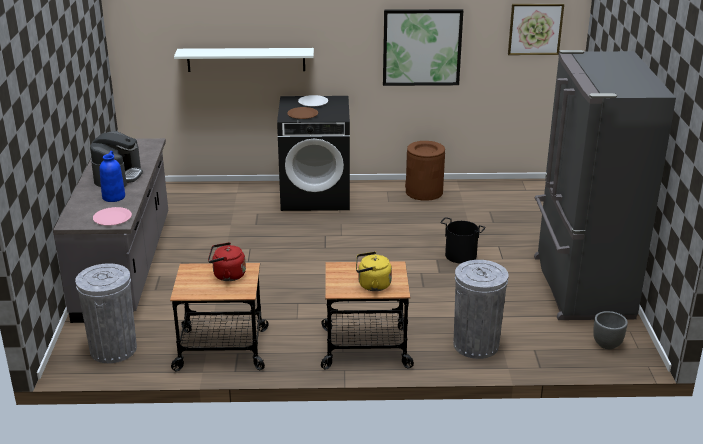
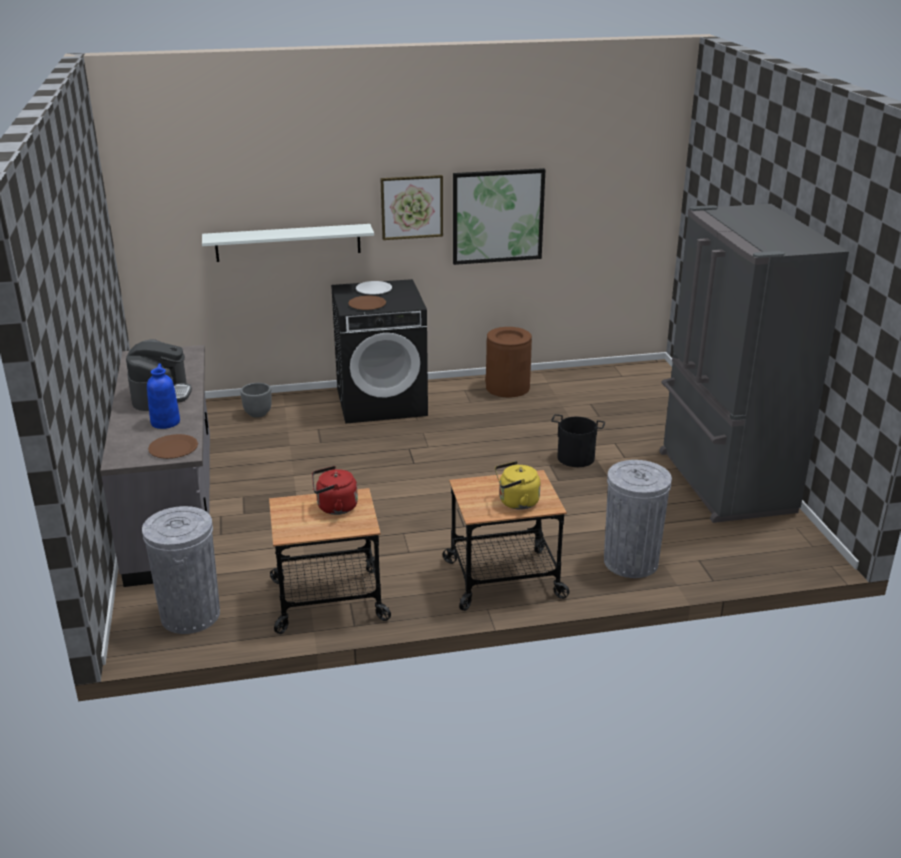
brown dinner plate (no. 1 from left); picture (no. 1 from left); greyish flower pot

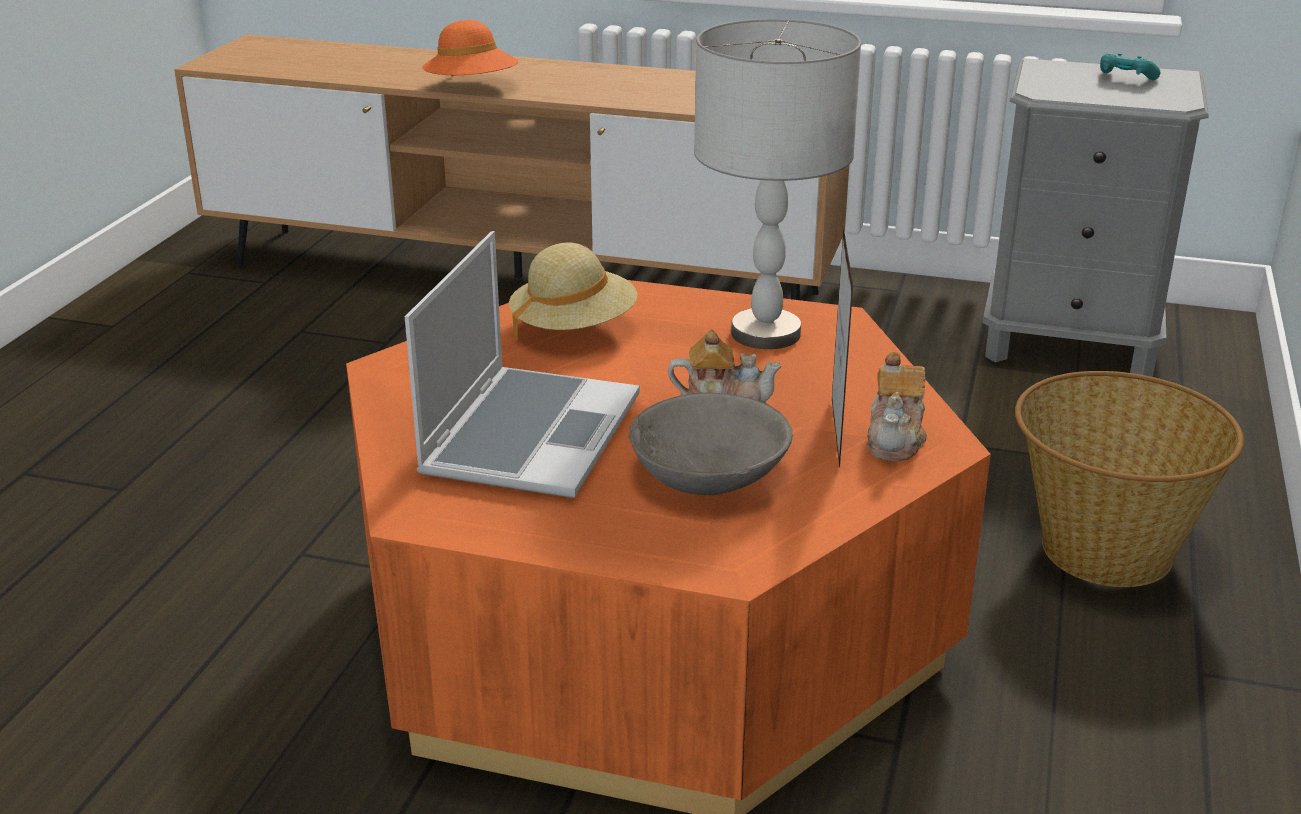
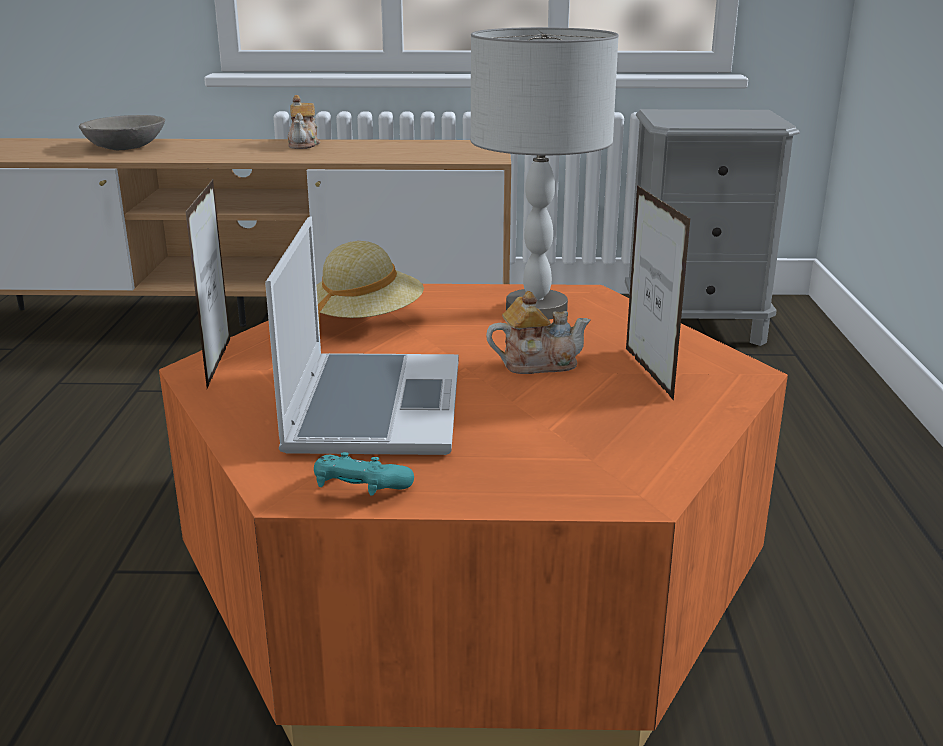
orange clothing hat; greyish deep dish; teapot (no. 1 from left); household basket; turquoise gamepad; picture frame (no. 1 from left)

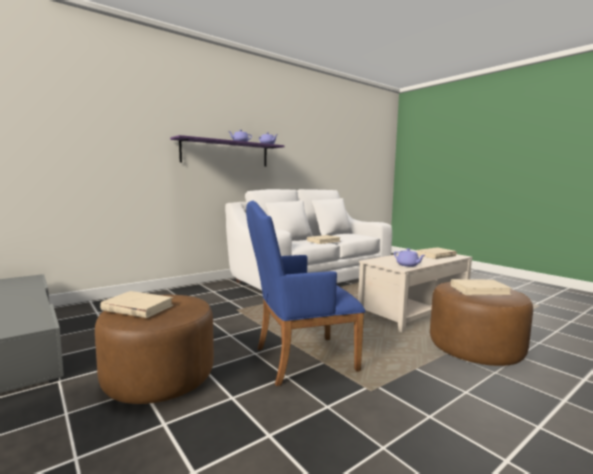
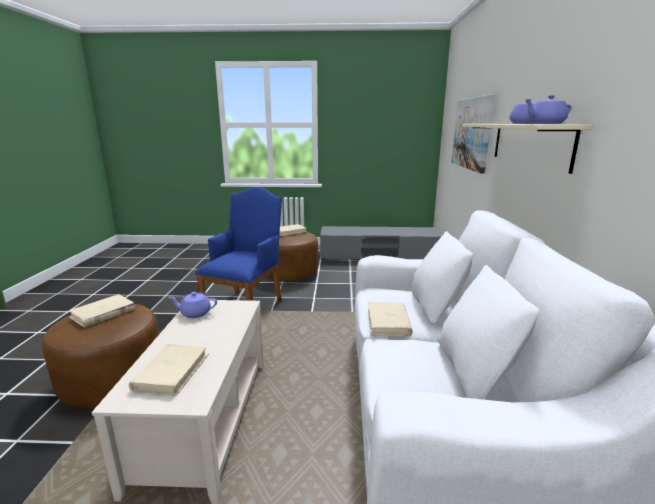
beige-coloured bracket shelf; picture

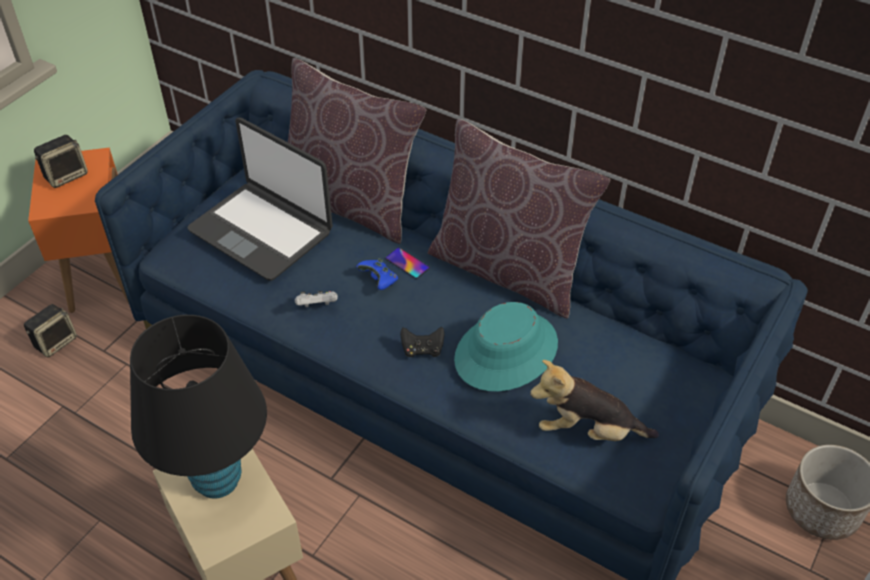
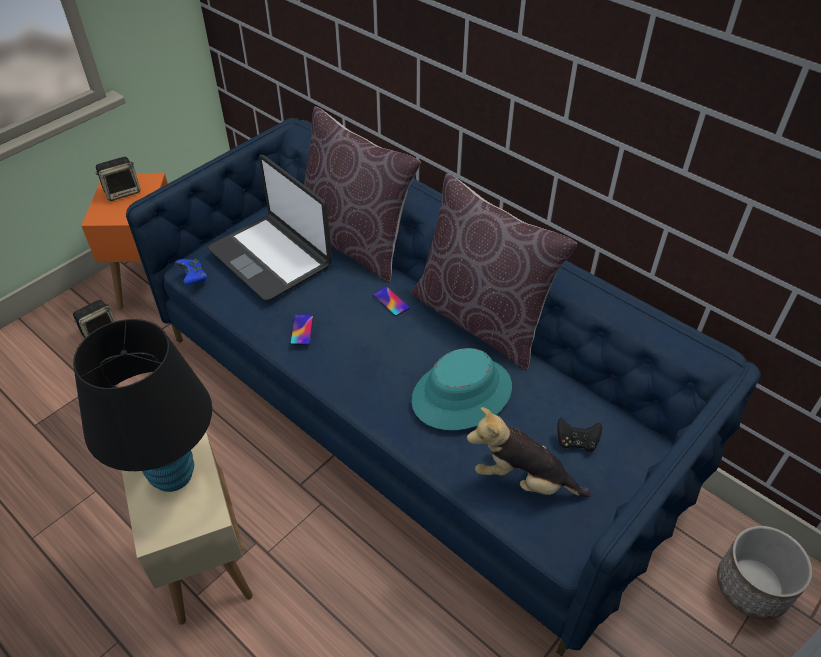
handset (no. 1 from left); blue gamepad; blackish gamepad

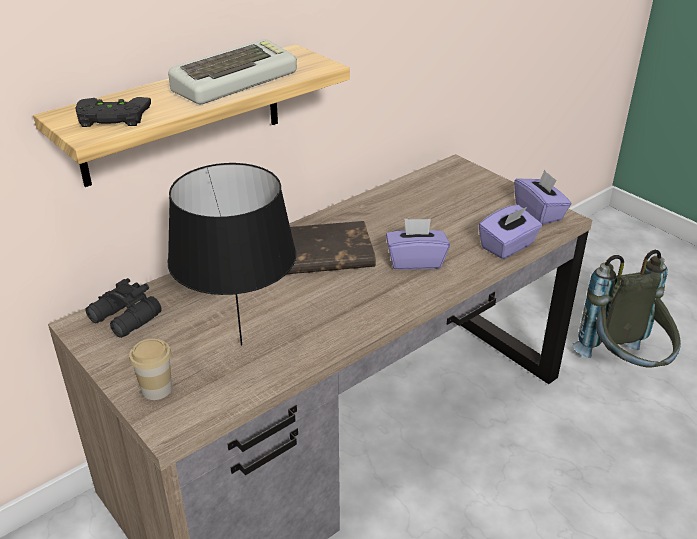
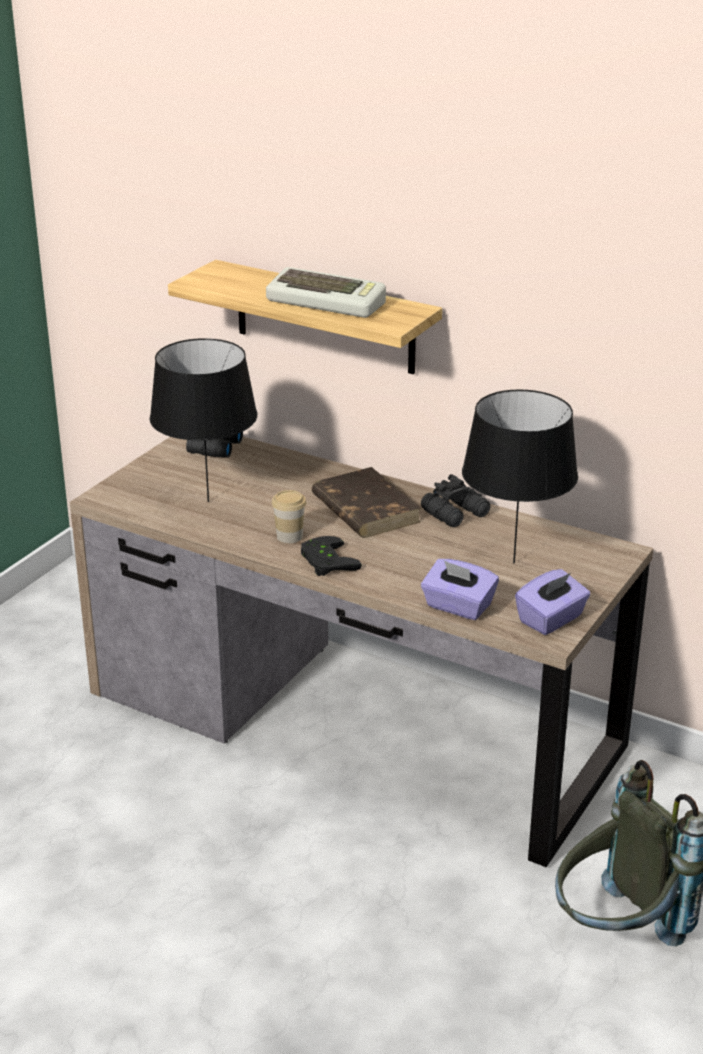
blackish gamepad; cup; purple box of tissues (no. 1 from left in the first image); blackish binoculars (no. 2 from left); blackish lamp for a table (no. 2 from left)

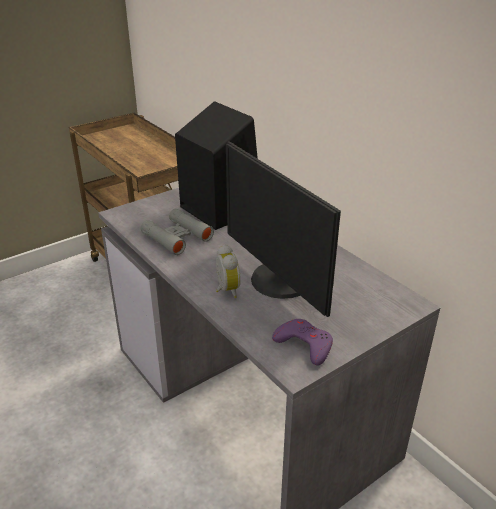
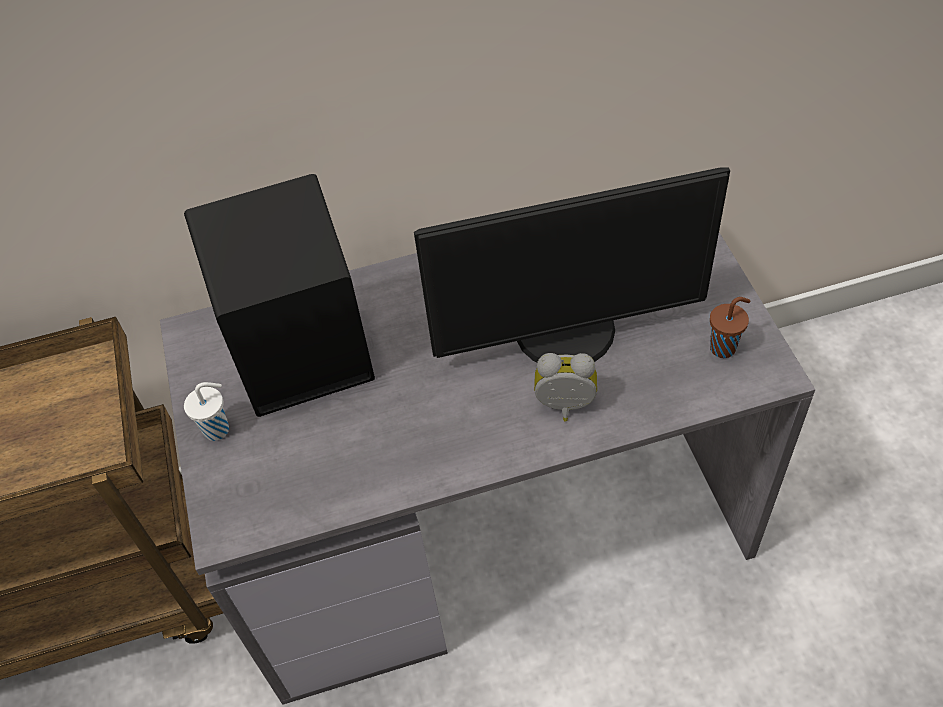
greyish binoculars; brown cup; white-coloured cup

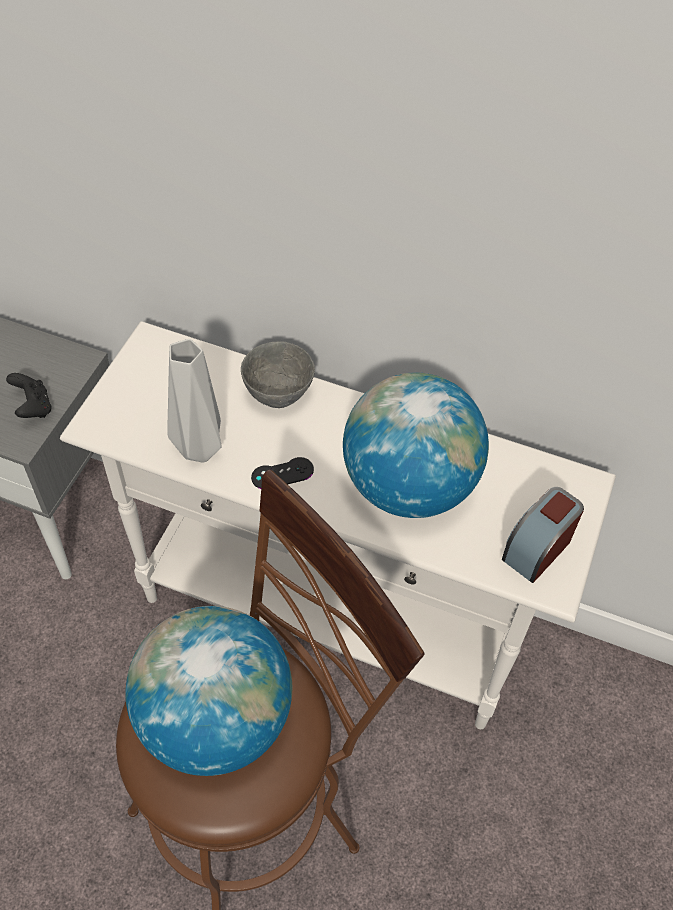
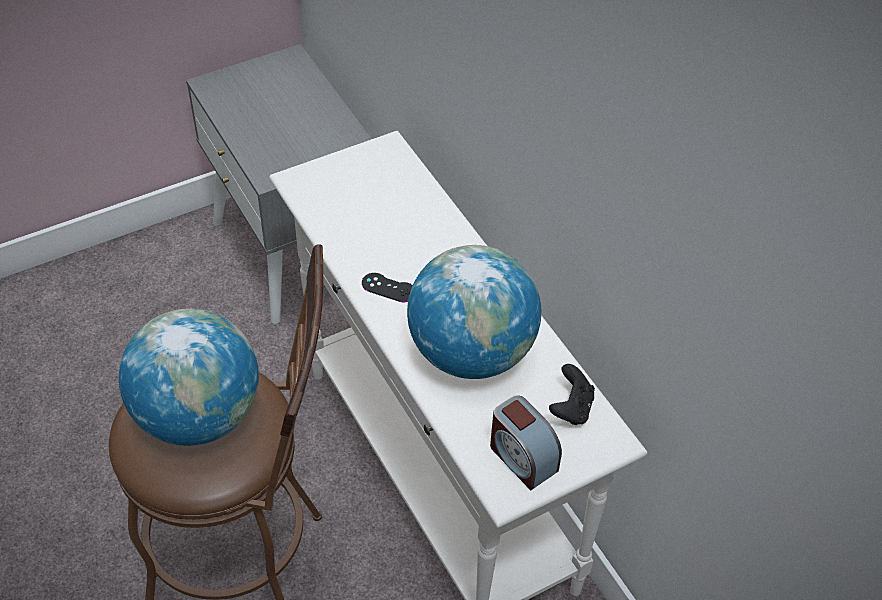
blackish gamepad (no. 2 from left); greyish flower vase; greyish deep dish; bedside clock

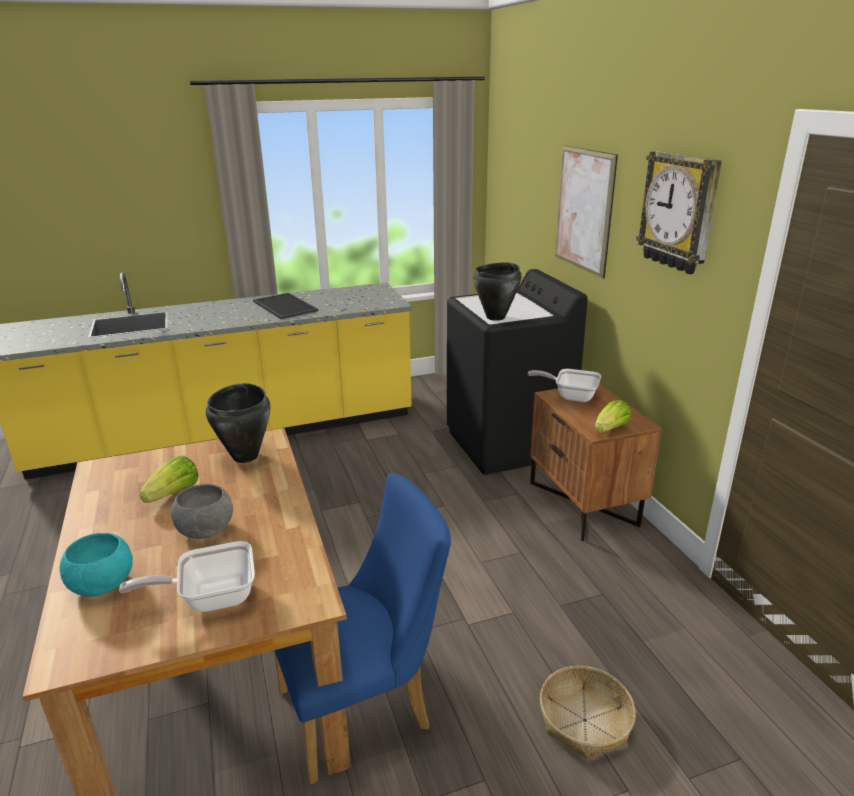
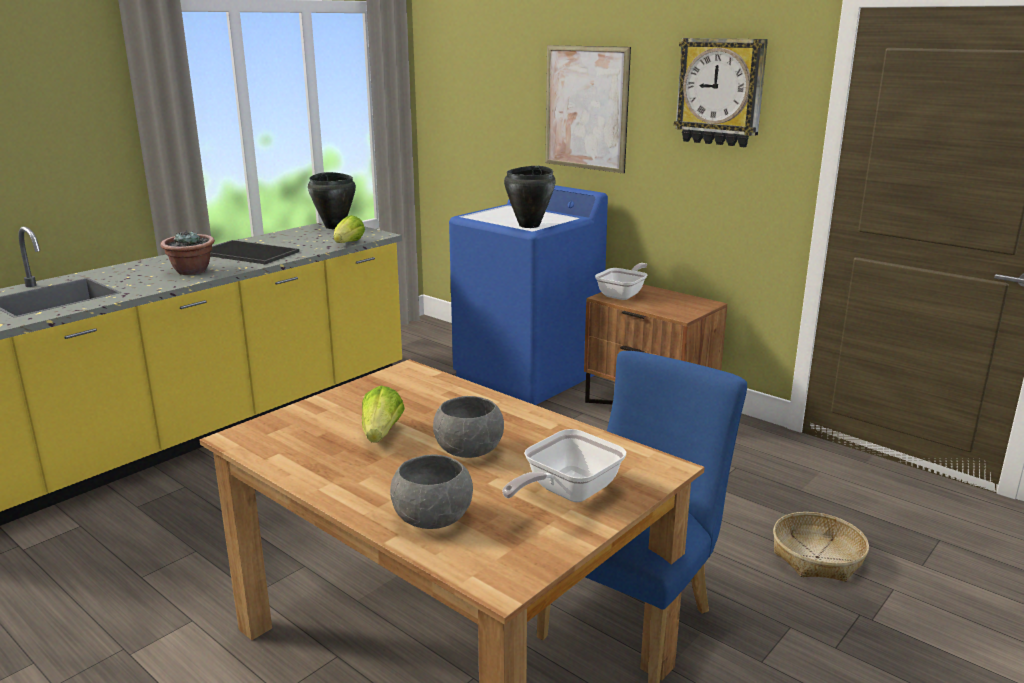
greyish deep dish (no. 1 from left); blackish cooking pot (no. 1 from left); blue washing machine; pan (no. 2 from left); lettuce head (no. 1 from left); plant in a pot

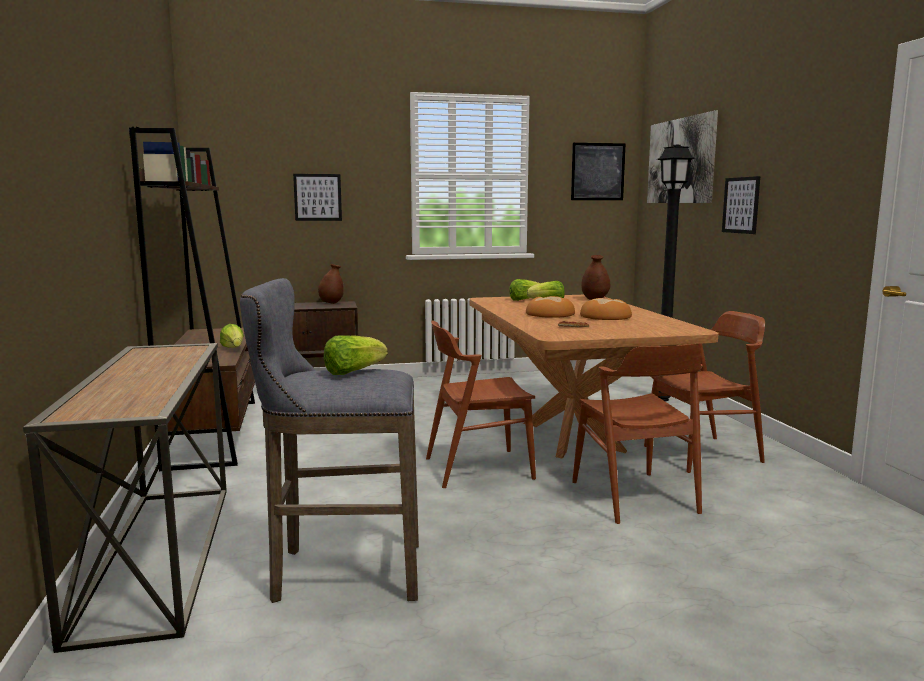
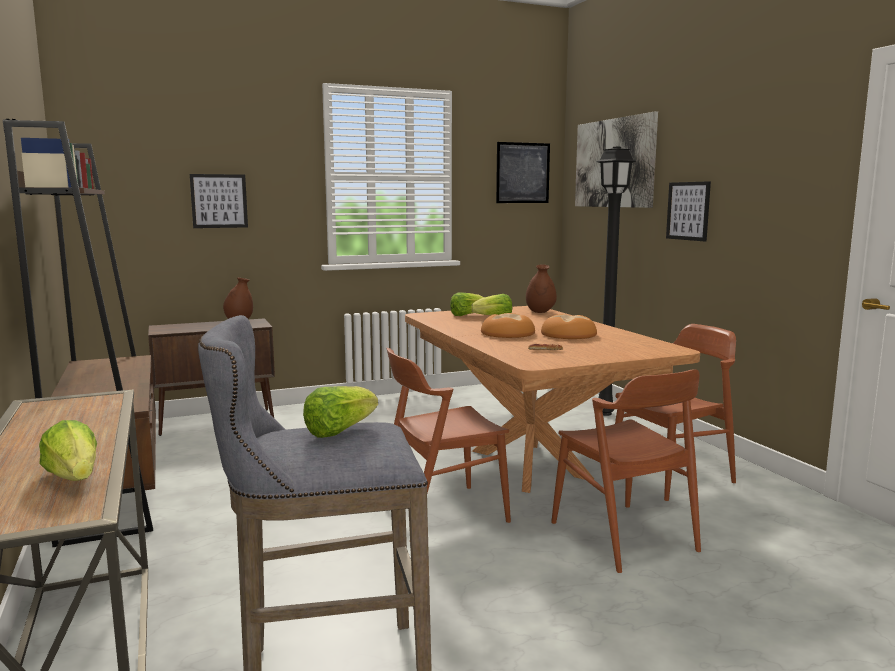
lettuce head (no. 1 from left)

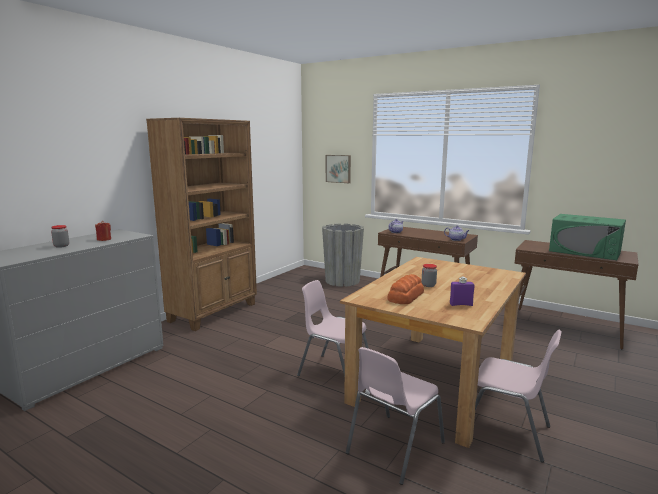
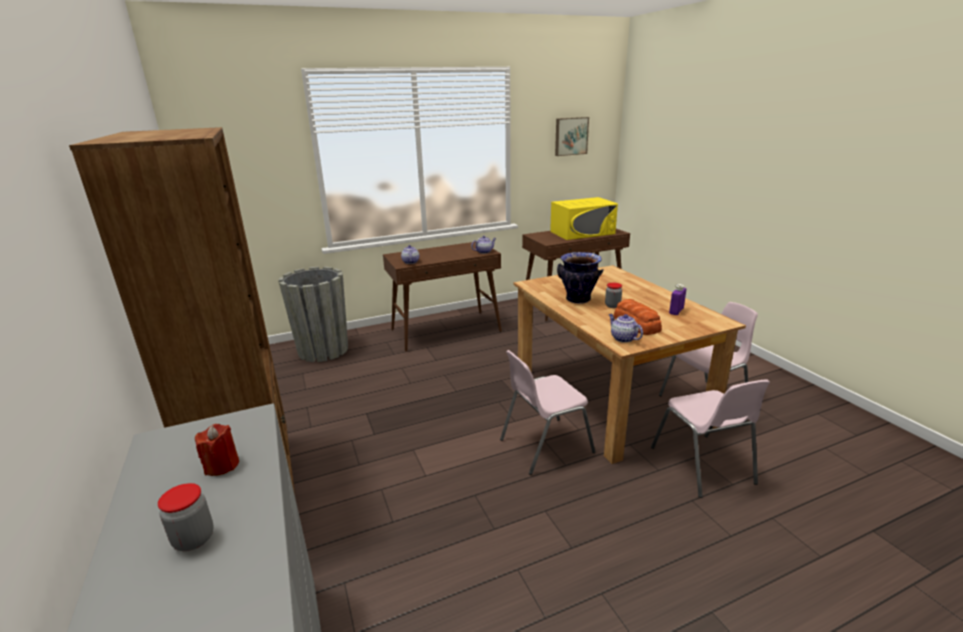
picture; yellow-coloured microwave oven; flower vase; teapot (no. 3 from left)

